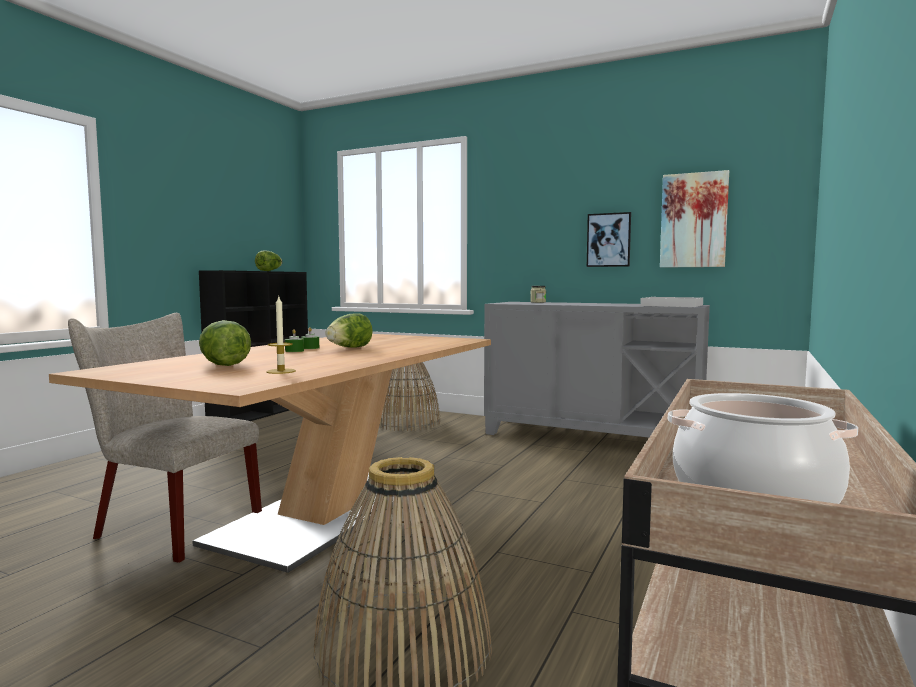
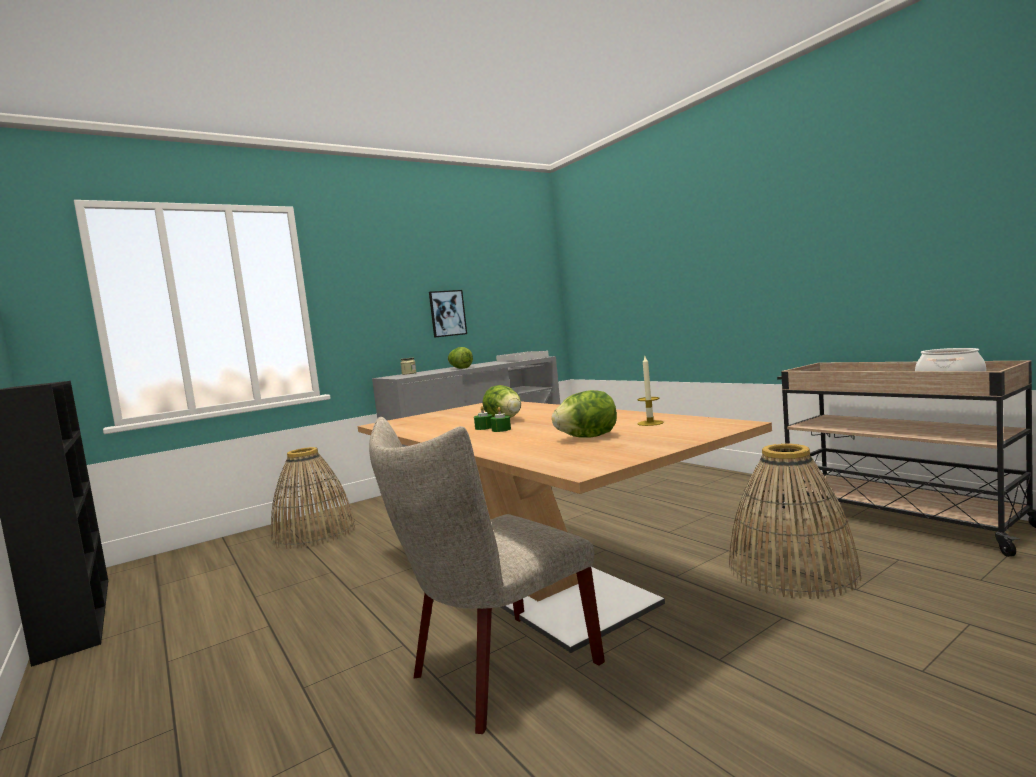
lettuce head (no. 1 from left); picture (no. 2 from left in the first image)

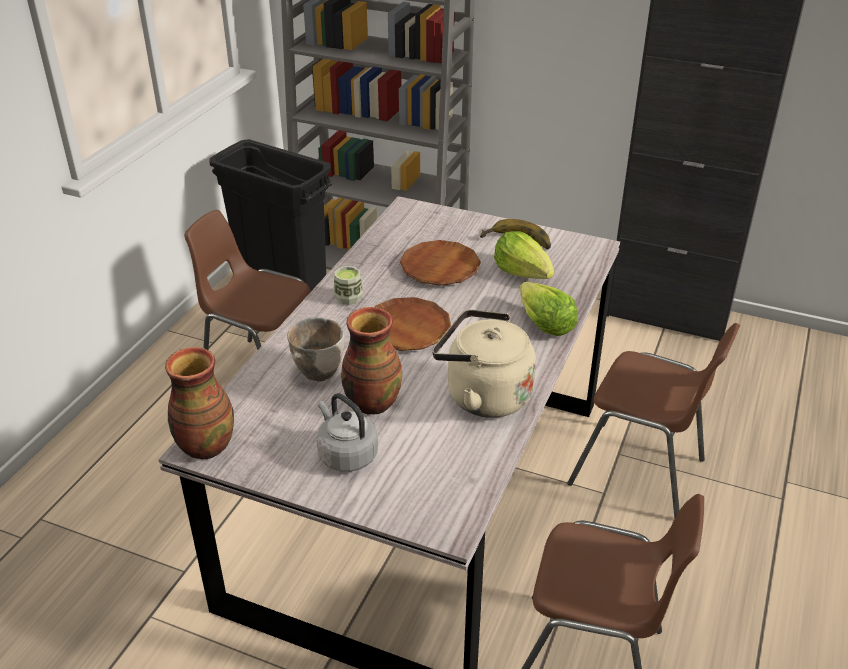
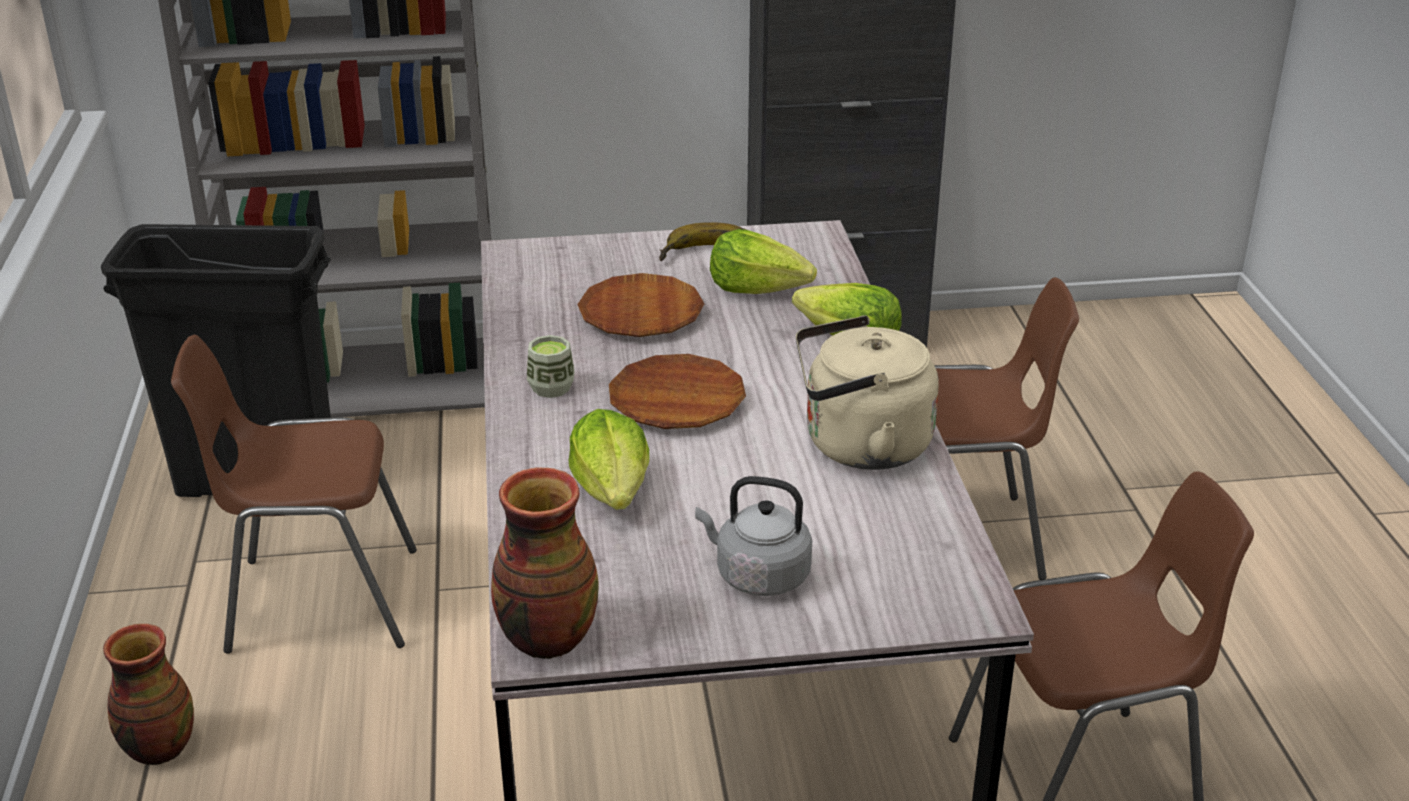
lettuce head (no. 1 from left); flower vase (no. 1 from left)

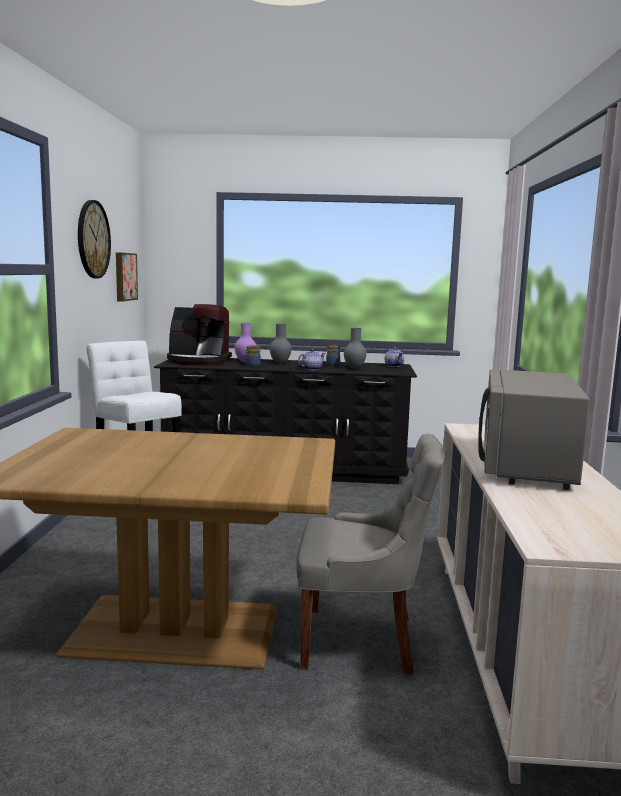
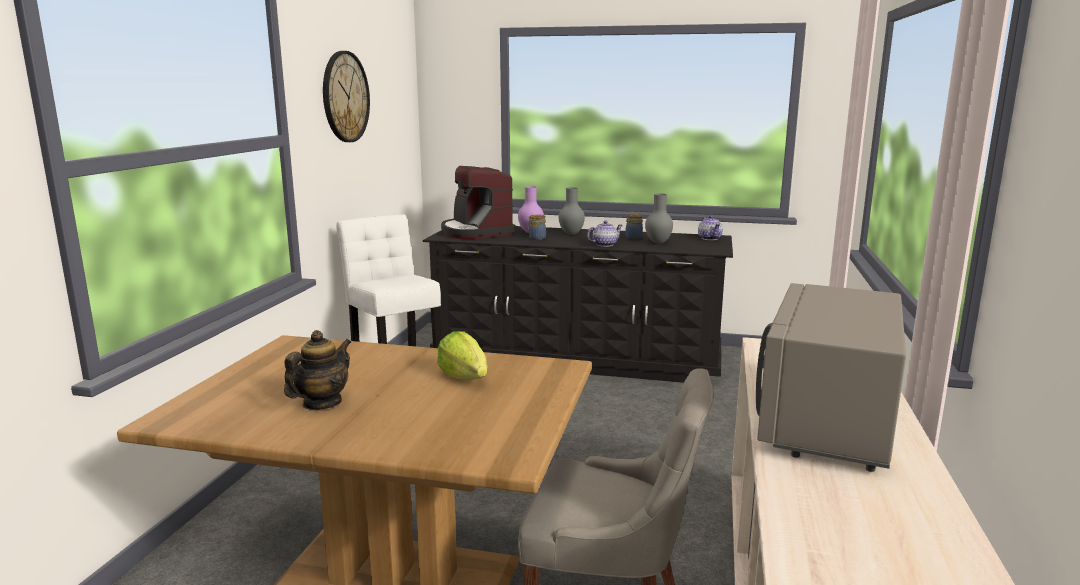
picture; coffee brewer; teapot (no. 1 from left); lettuce head

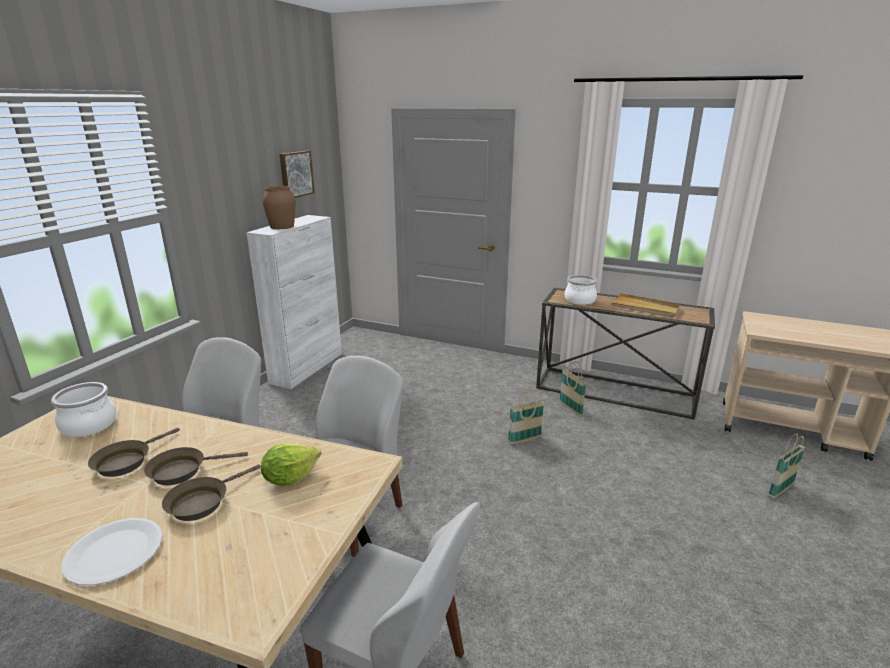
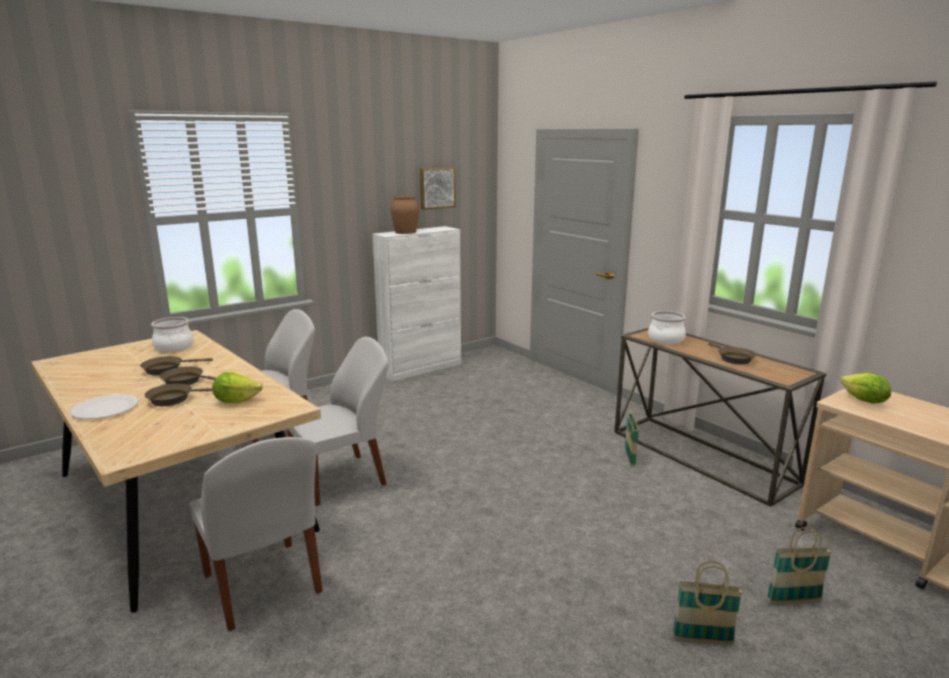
household basket (no. 2 from left); brown pan (no. 4 from left); lettuce head (no. 2 from left)

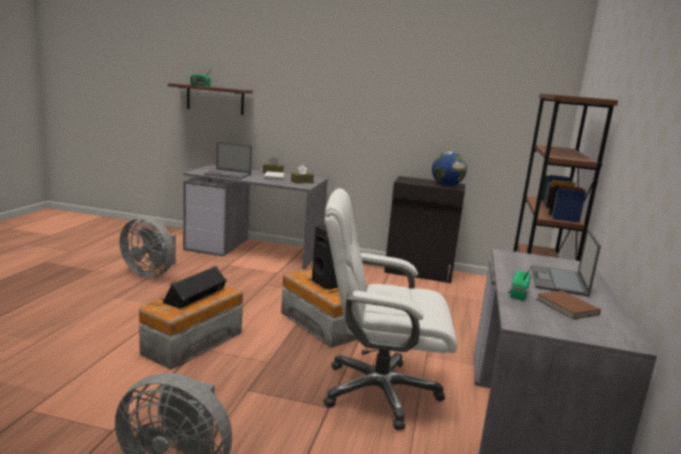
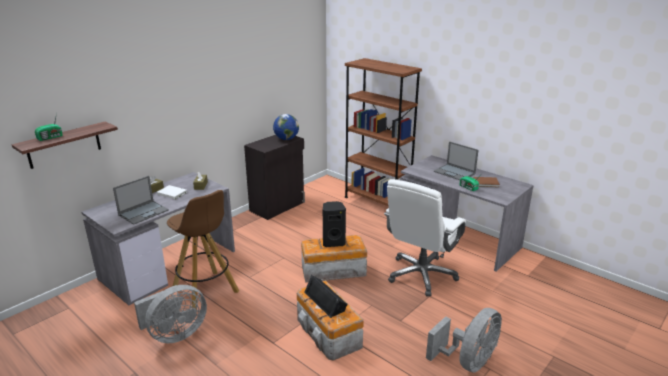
brown sitting stool

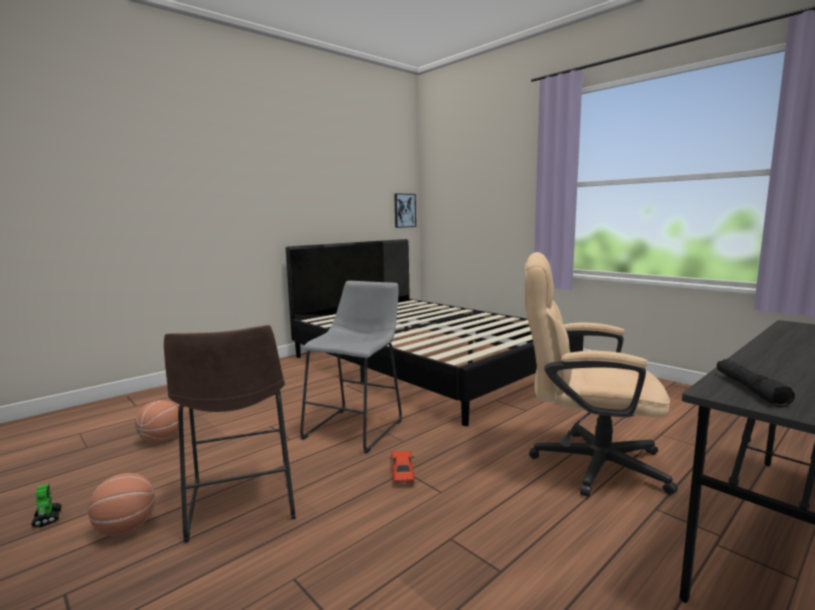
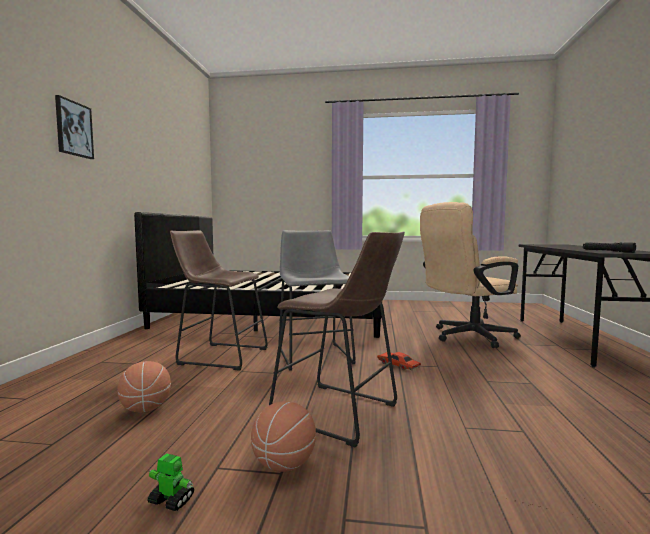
picture; brown sitting stool (no. 1 from left)

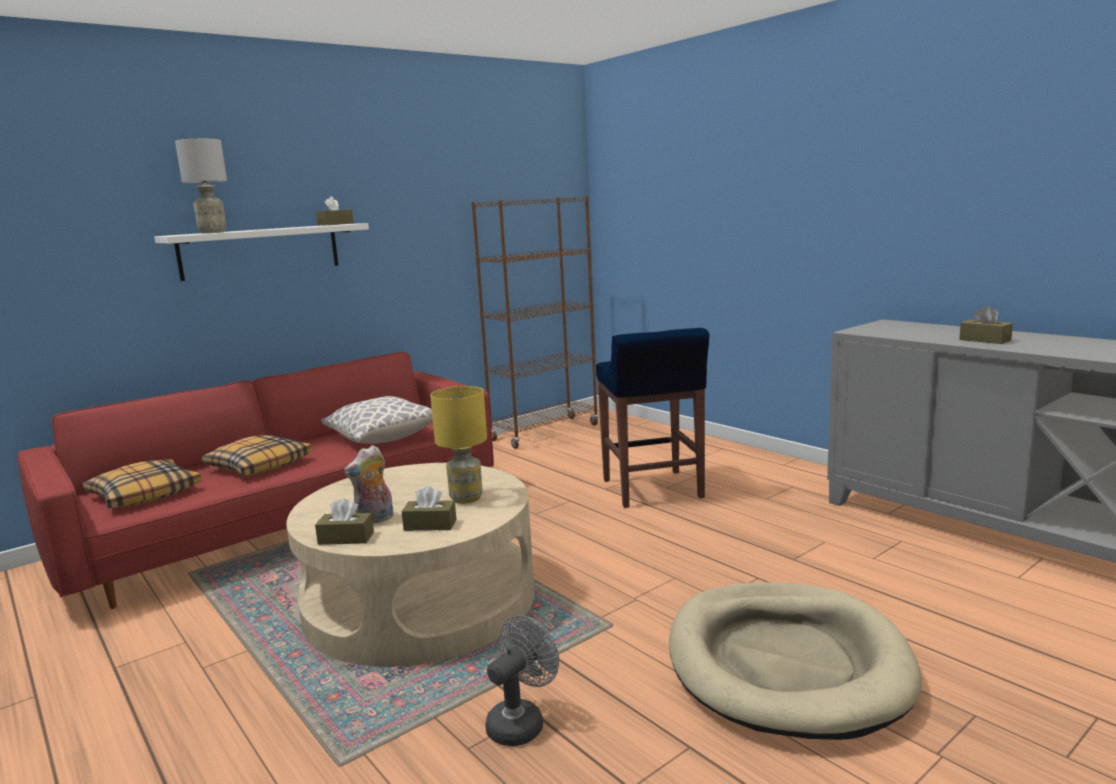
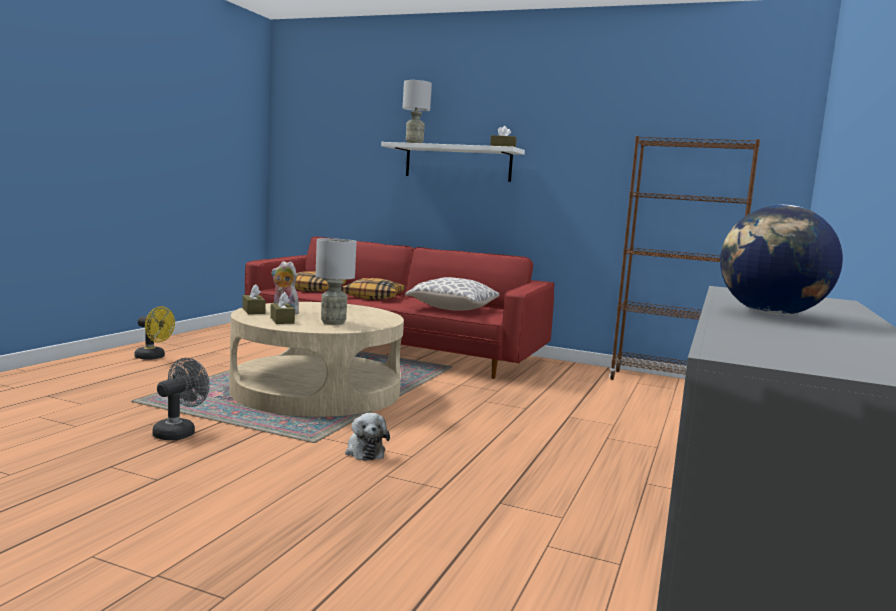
greyish lamp for a table (no. 1 from left); greyish cooling fan; blue sitting stool; beige-coloured dog bed; desk globe; yellow-coloured cooling fan; soft toy (no. 2 from left)

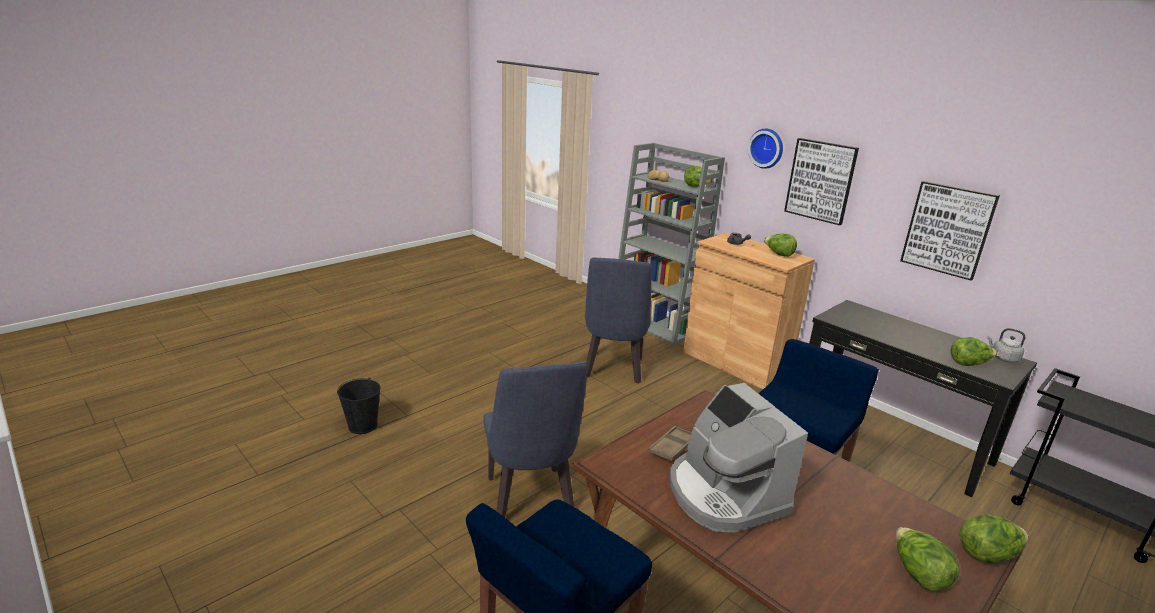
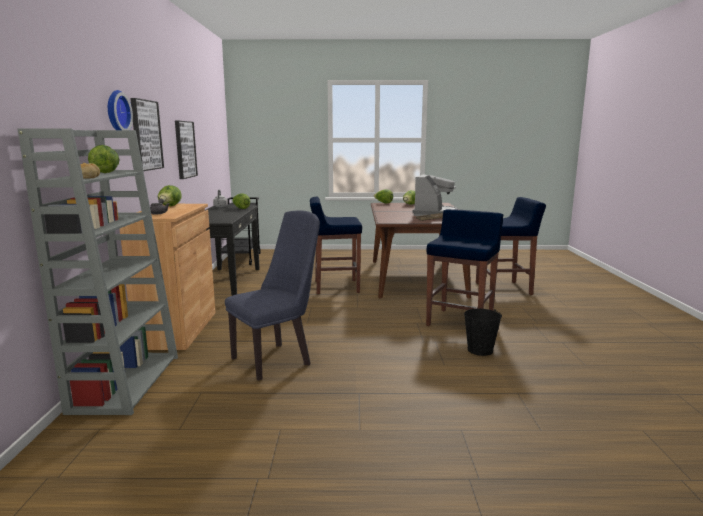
blackish water bucket; blue sitting stool (no. 2 from left)

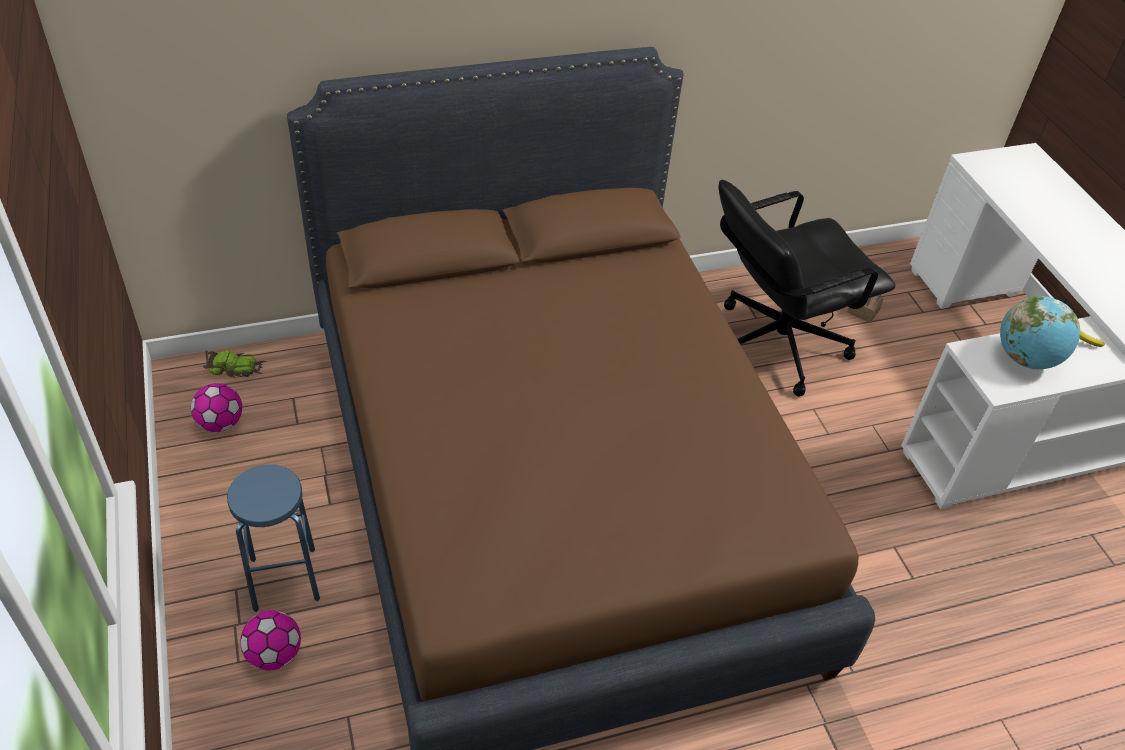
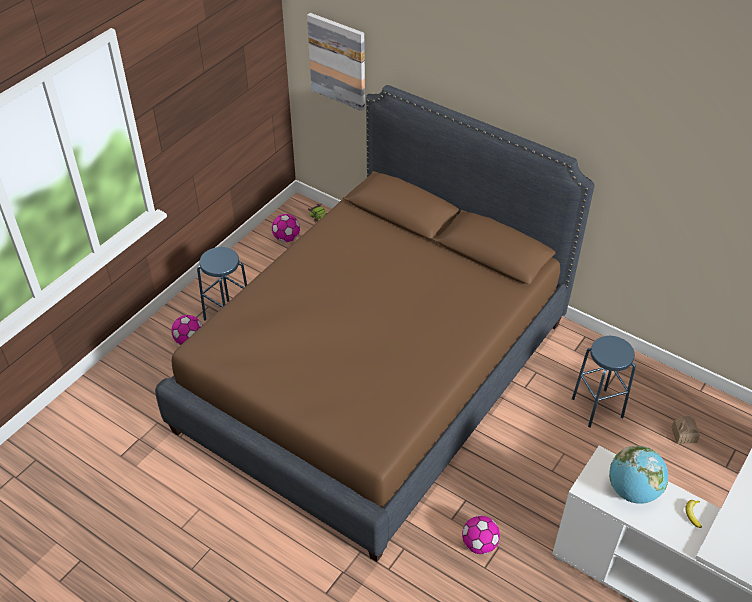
blue sitting stool (no. 2 from left); picture; football ball (no. 3 from left)

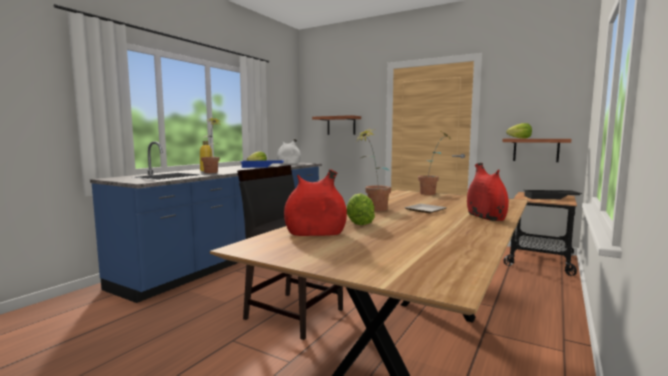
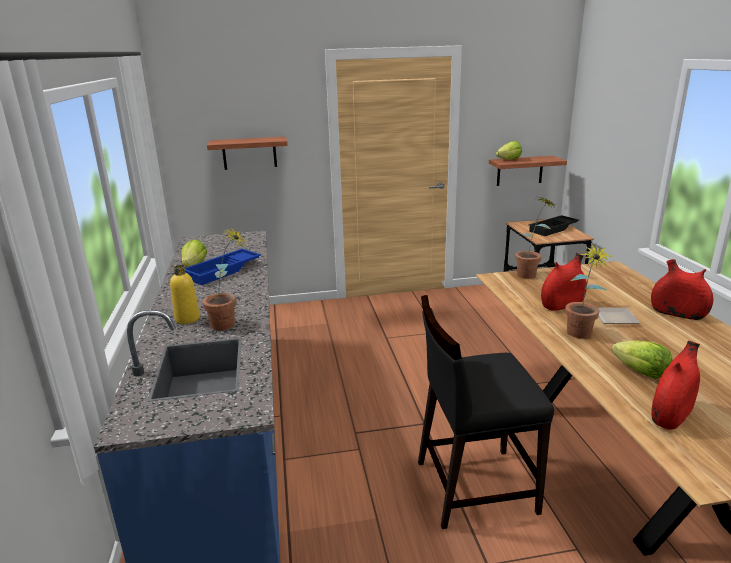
white-coloured flower vase; red flower vase (no. 1 from left)

